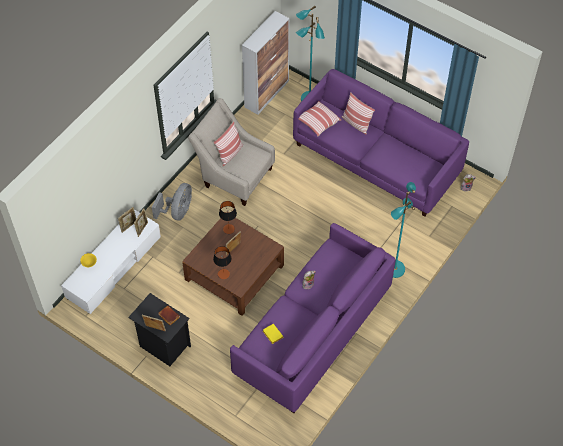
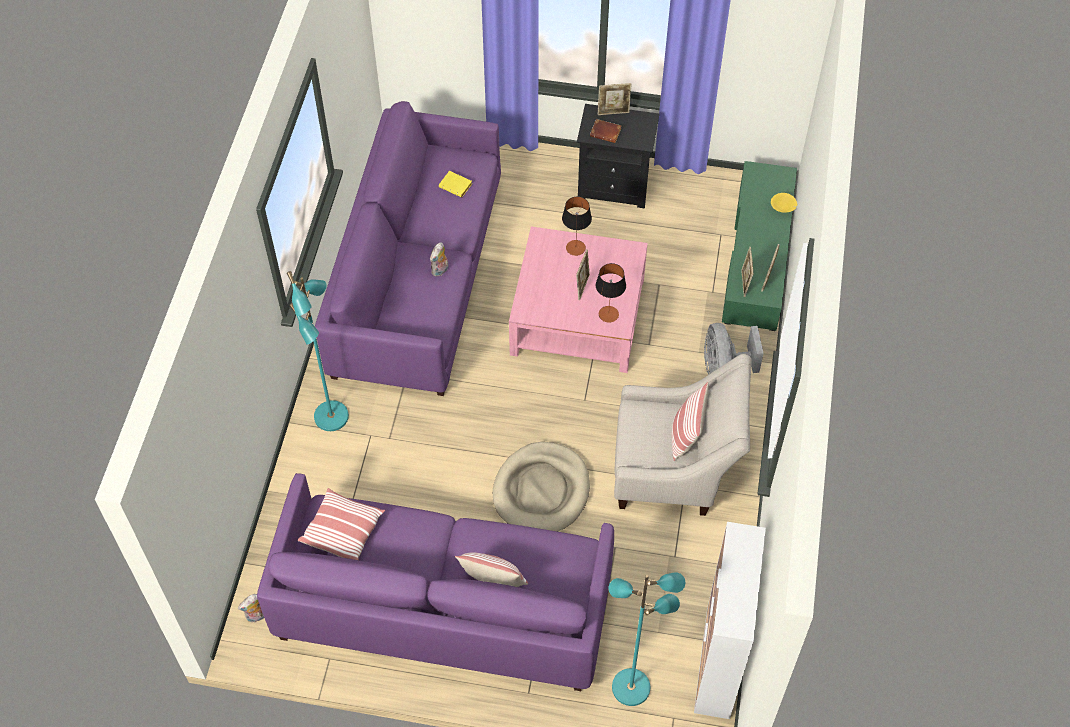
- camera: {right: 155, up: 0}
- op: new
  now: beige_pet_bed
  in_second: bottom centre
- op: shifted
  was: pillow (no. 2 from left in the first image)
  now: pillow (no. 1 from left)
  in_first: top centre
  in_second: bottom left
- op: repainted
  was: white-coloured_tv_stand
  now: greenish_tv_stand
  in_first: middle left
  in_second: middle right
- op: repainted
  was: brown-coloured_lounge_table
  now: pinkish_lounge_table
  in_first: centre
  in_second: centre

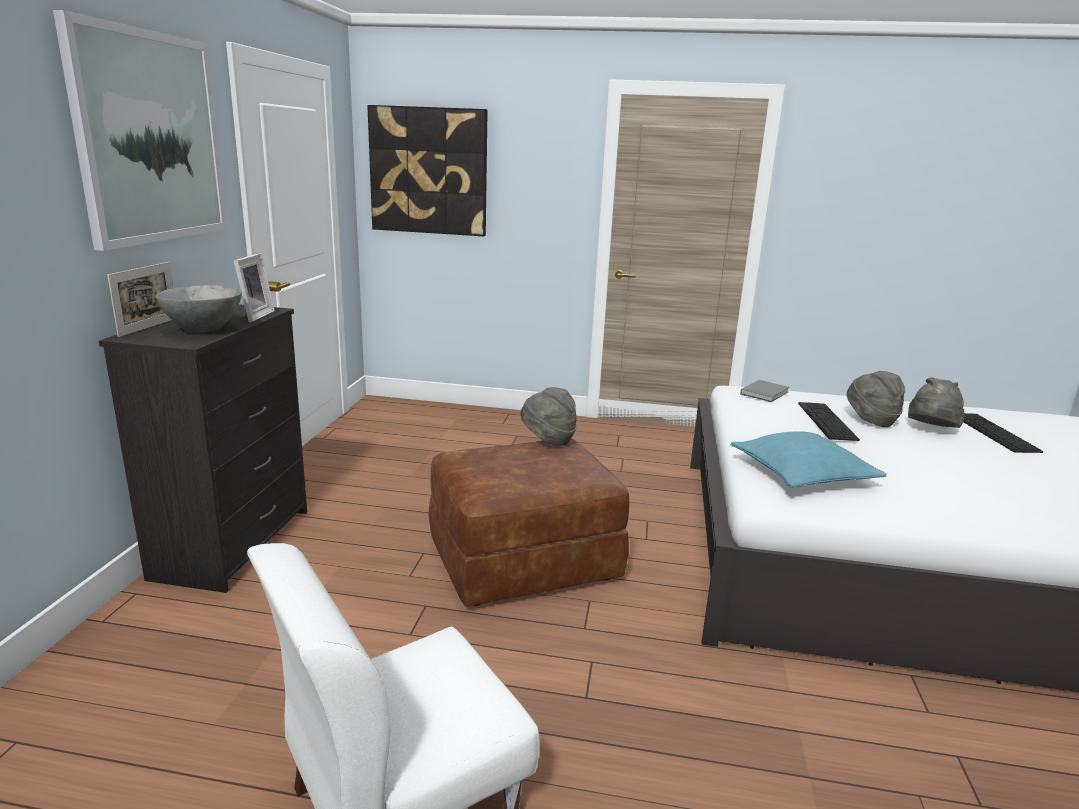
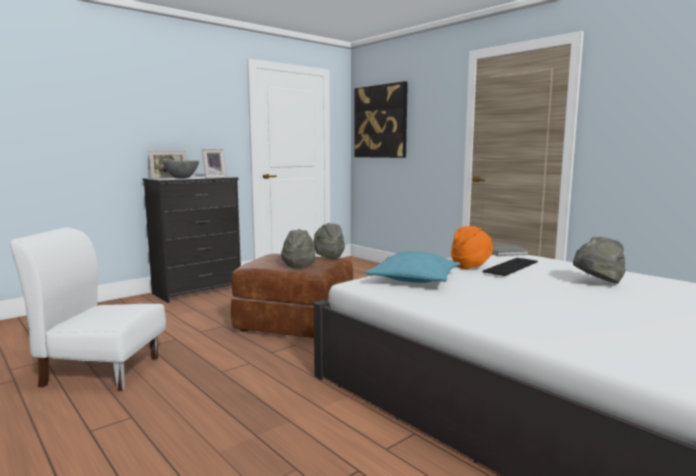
- camera: {right: 40, up: -10}
- op: gone
  was: picture (no. 1 from left)
  in_first: top left
- op: gone
  was: keyboard (no. 2 from left)
  in_first: middle right
- op: new
  now: orange-coloured_clothing_hat
  in_second: middle right
- op: shifted
  was: grey_clothing_hat (no. 2 from left in the first image)
  now: grey_clothing_hat (no. 1 from left)
  in_first: middle right
  in_second: centre

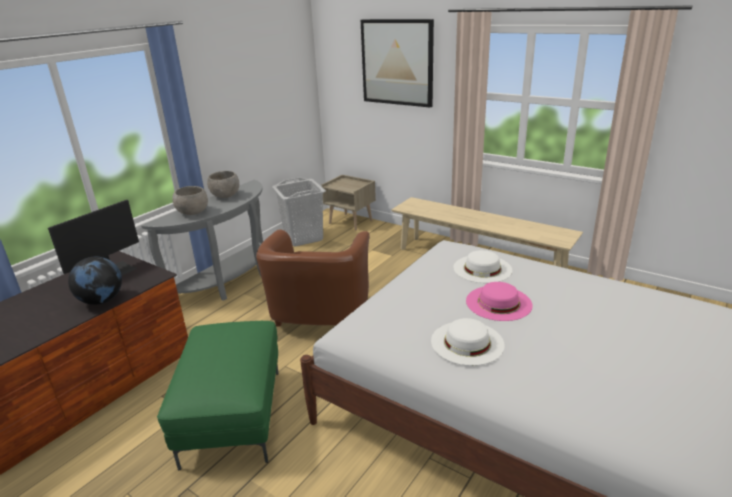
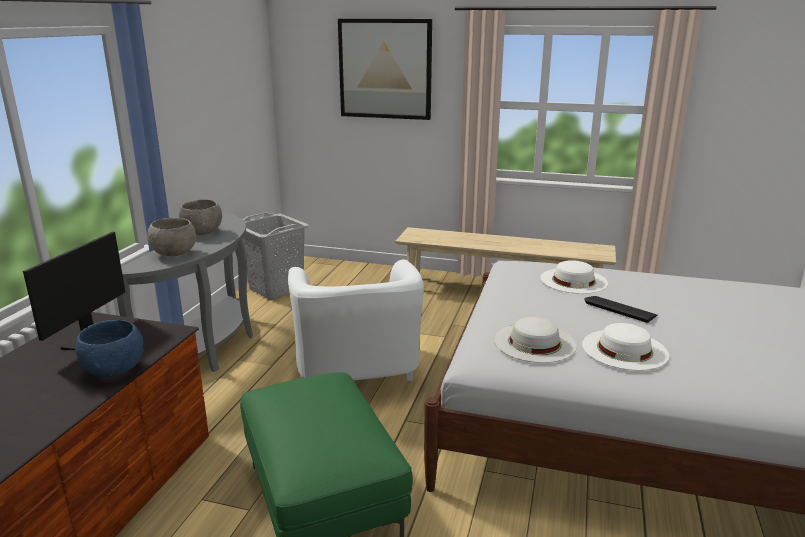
- camera: {right: -20, up: -5}
- op: gone
  was: beige_nightstand
  in_first: centre
- op: new
  now: white-coloured_clothing_hat (no. 1 from left)
  in_second: centre
- op: swapped
  was: globe
  now: blue_deep_dish
  in_first: middle left
  in_second: middle left
- op: swapped
  was: pinkish_clothing_hat
  now: keyboard
  in_first: middle right
  in_second: middle right
- op: repainted
  was: brown-coloured_easy_chair
  now: white-coloured_easy_chair
  in_first: centre
  in_second: centre

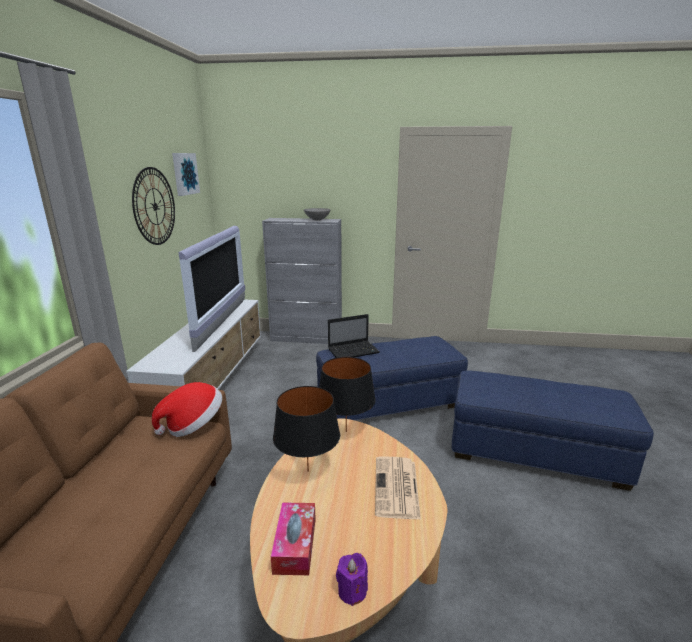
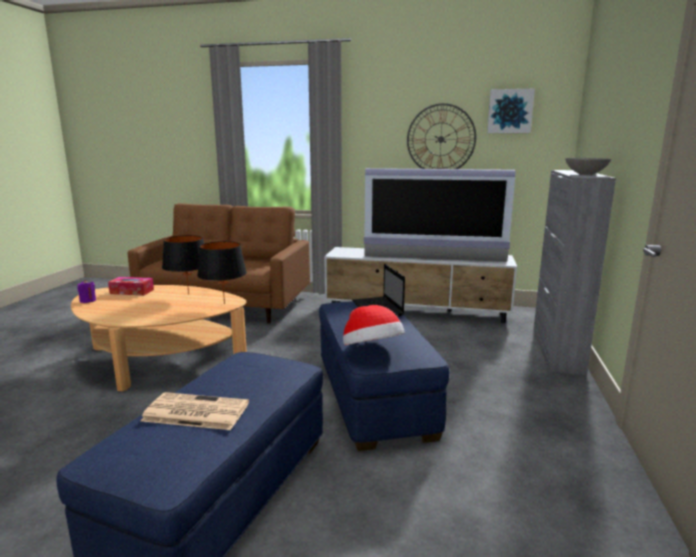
- camera: {right: 95, up: -5}
- op: shifted
  was: clothing_hat
  in_first: middle left
  in_second: centre
- op: shifted
  was: newspaper
  in_first: bottom centre
  in_second: bottom left

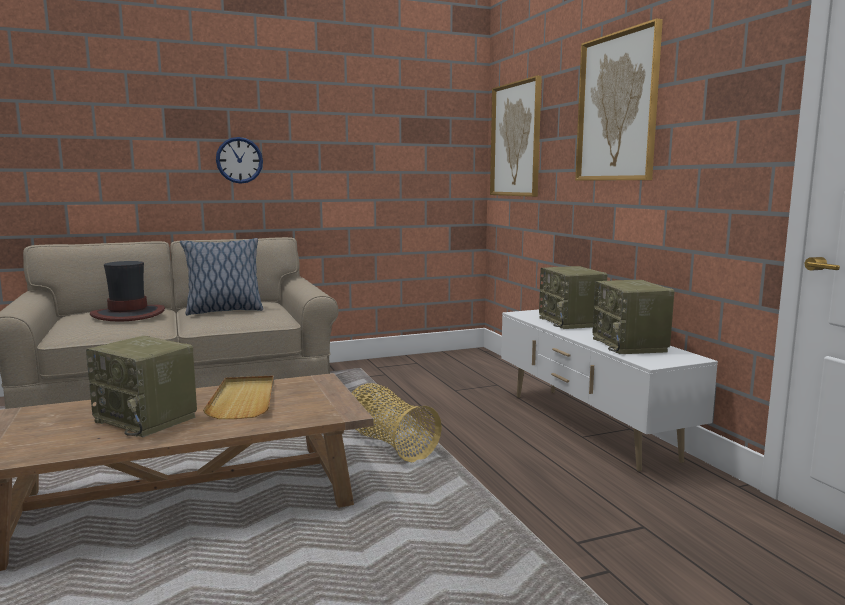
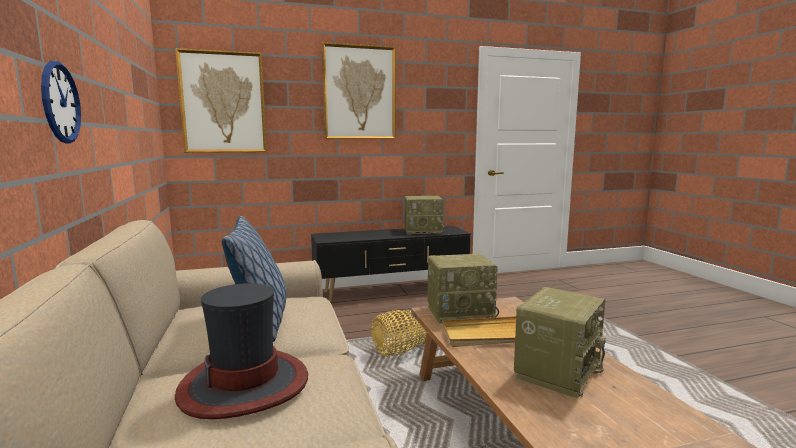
- camera: {right: -85, up: 0}
- op: shifted
  was: radio (no. 2 from left)
  in_first: middle right
  in_second: centre
- op: repainted
  was: white-coloured_tv_stand
  now: black_tv_stand
  in_first: middle right
  in_second: centre

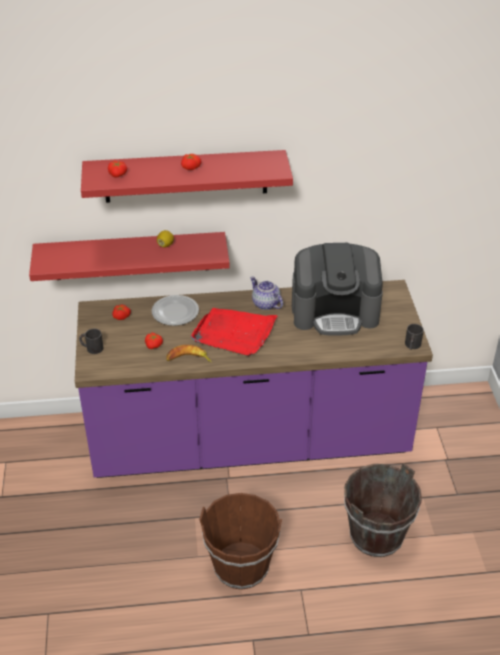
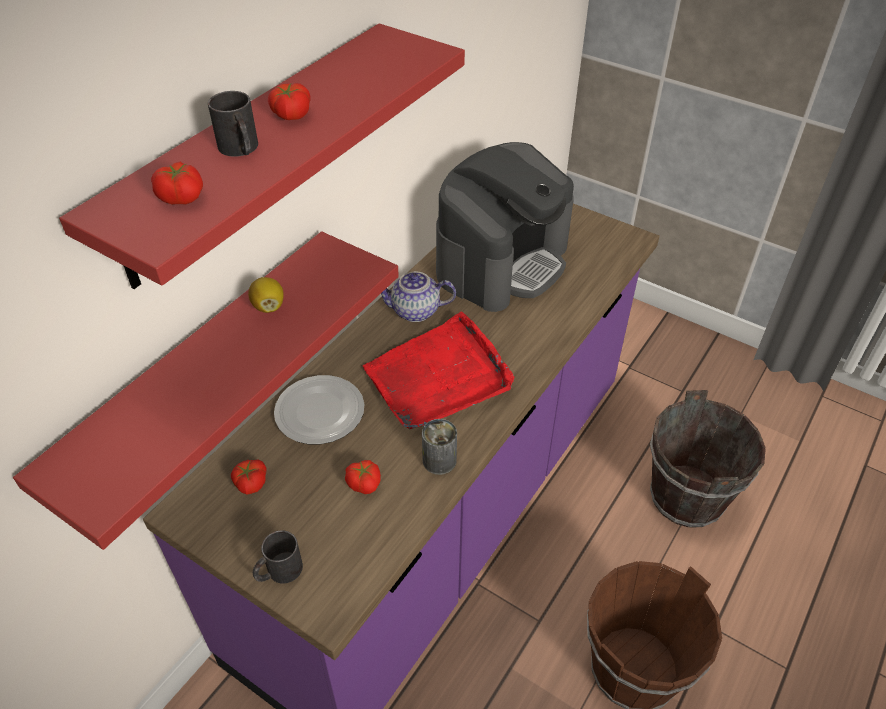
- camera: {right: -50, up: 5}
- op: shifted
  was: black_coffee_mug (no. 2 from left in the first image)
  now: black_coffee_mug (no. 1 from left)
  in_first: middle right
  in_second: top left
- op: swapped
  was: banana
  now: can
  in_first: centre
  in_second: centre

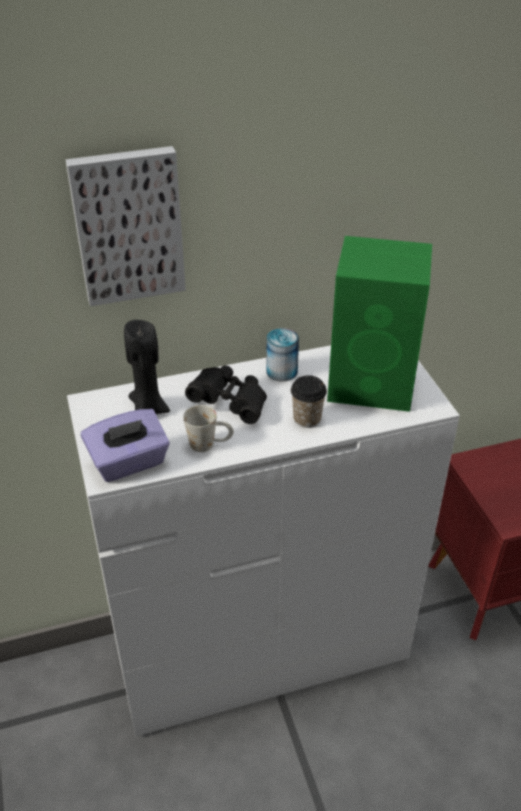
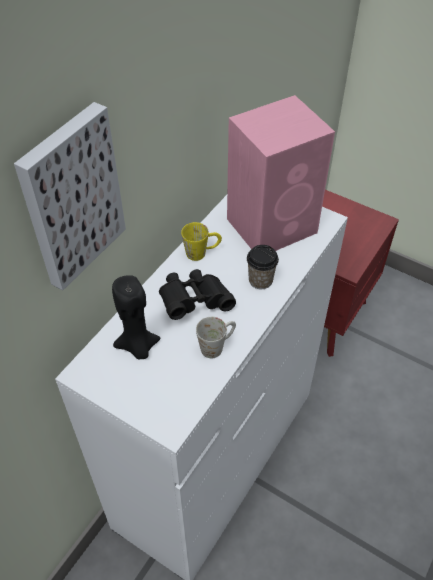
- camera: {right: -40, up: 10}
- op: gone
  was: purplish_tissue_holder
  in_first: middle left
- op: swapped
  was: can
  now: yellow_coffee_mug
  in_first: centre
  in_second: centre
- op: repainted
  was: greenish_audio_speaker
  now: pinkish_audio_speaker
  in_first: middle right
  in_second: top centre

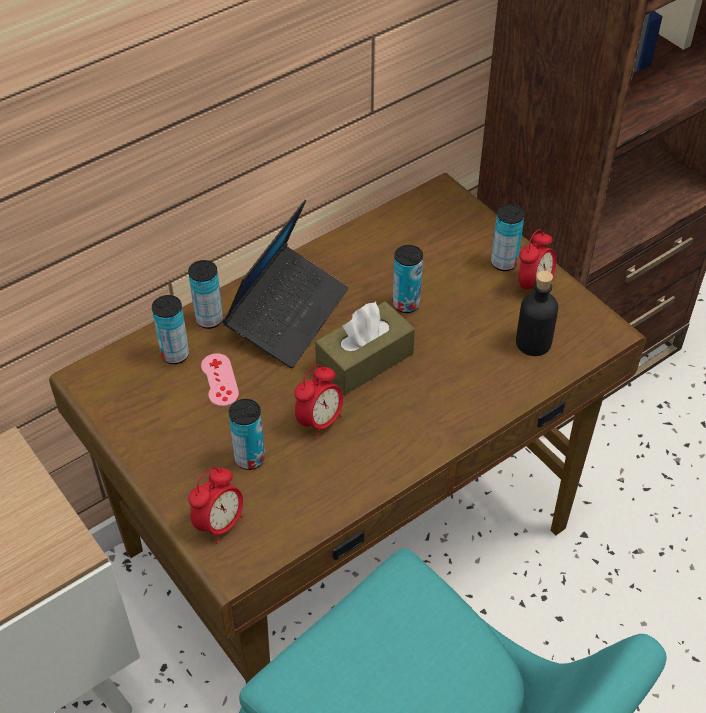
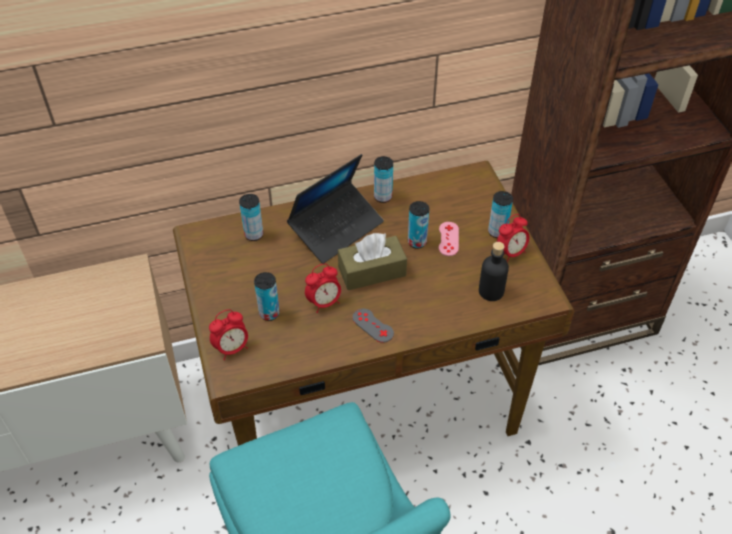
- camera: {right: 20, up: 0}
- op: new
  now: grey_gamepad
  in_second: centre
- op: shifted
  was: can (no. 2 from left in the first image)
  now: can (no. 3 from left)
  in_first: middle left
  in_second: centre
- op: shifted
  was: pinkish_gamepad
  in_first: middle left
  in_second: centre

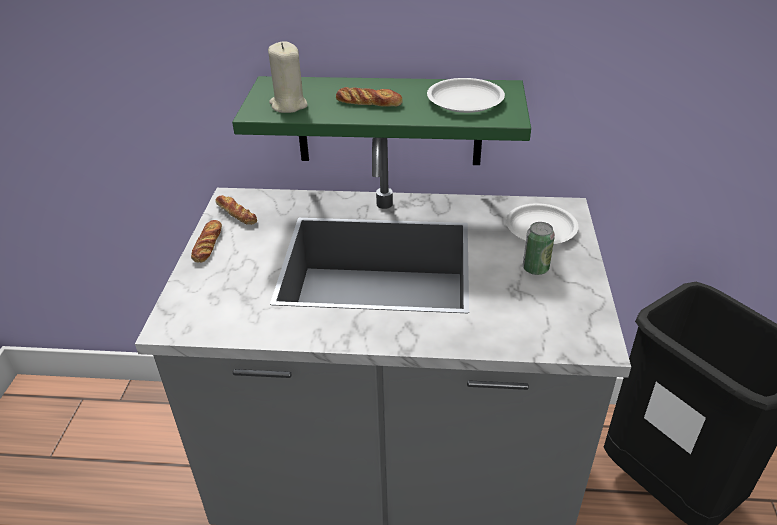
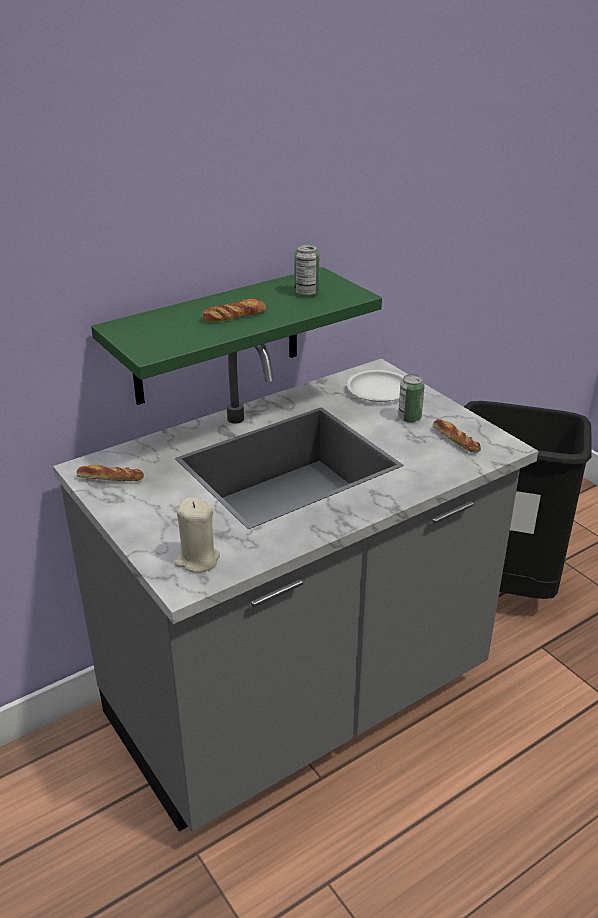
- camera: {right: -40, up: -5}
- op: shifted
  was: baked_bread (no. 1 from left in the first image)
  now: baked_bread (no. 3 from left)
  in_first: middle left
  in_second: middle right
- op: shifted
  was: beige_wax_light
  in_first: top centre
  in_second: middle left
- op: swapped
  was: white-coloured_dinner_plate (no. 1 from left)
  now: can (no. 1 from left)
  in_first: top centre
  in_second: top centre

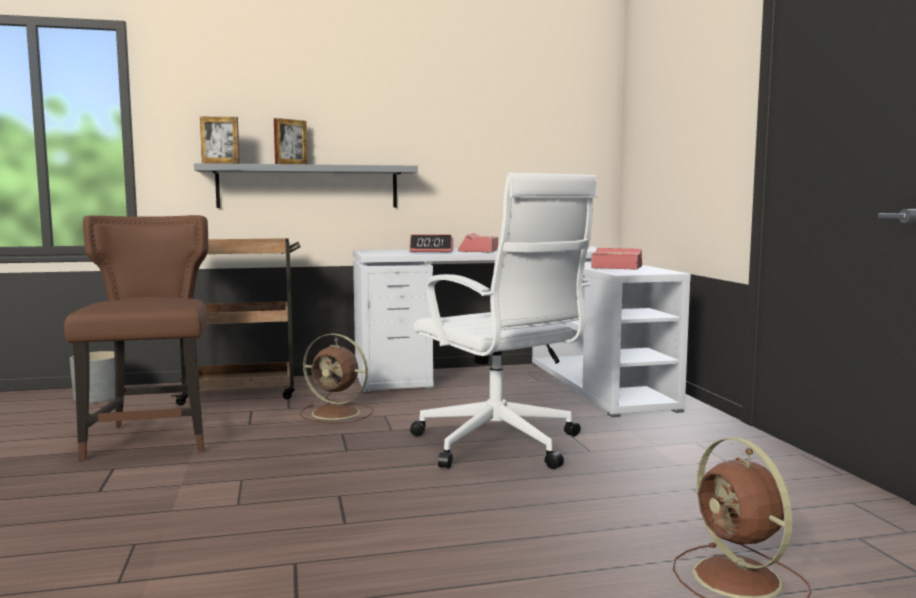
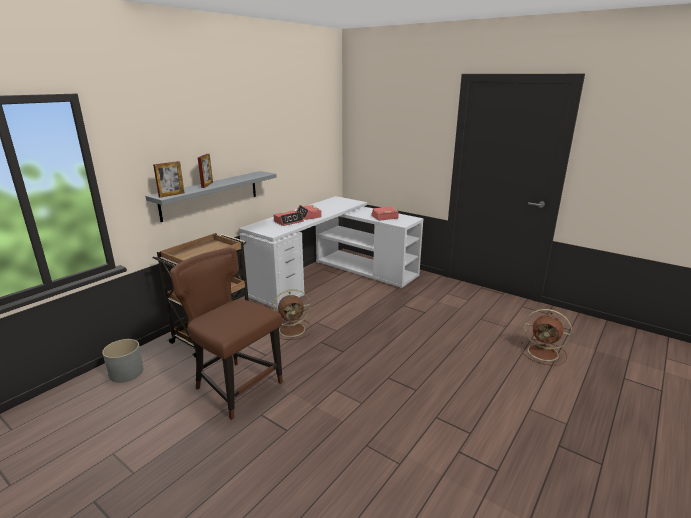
- camera: {right: -40, up: 15}
- op: gone
  was: white-coloured_computer_chair
  in_first: centre

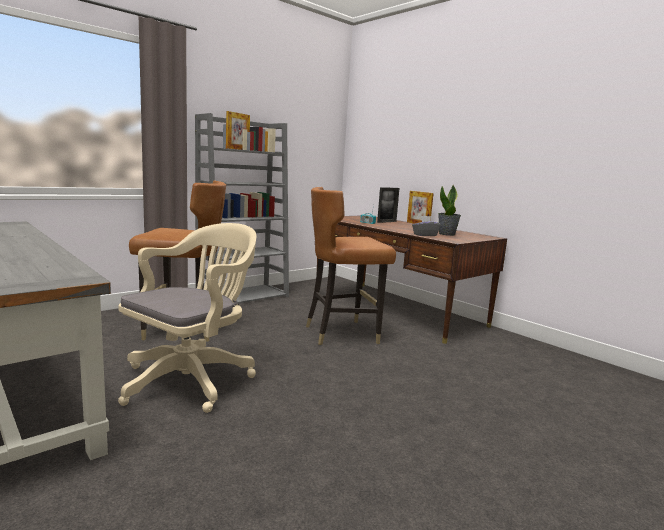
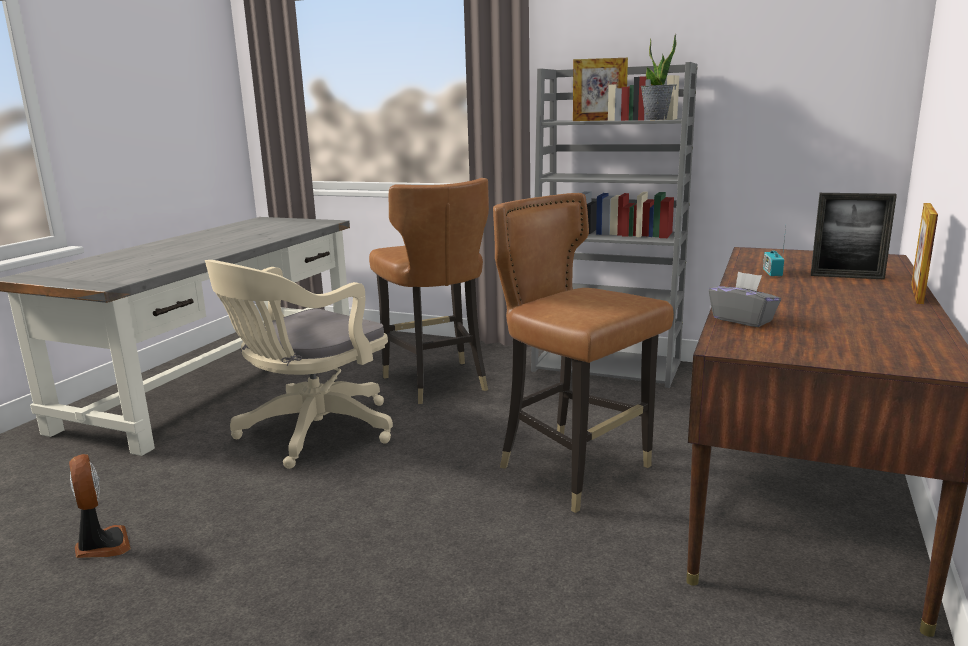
- camera: {right: 65, up: 5}
- op: new
  now: cooling_fan
  in_second: bottom left
- op: shifted
  was: houseplant
  in_first: middle right
  in_second: top right
- op: rotated
  was: beige_computer_chair
  in_first: middle left
  in_second: middle left
  clockwise: 120

